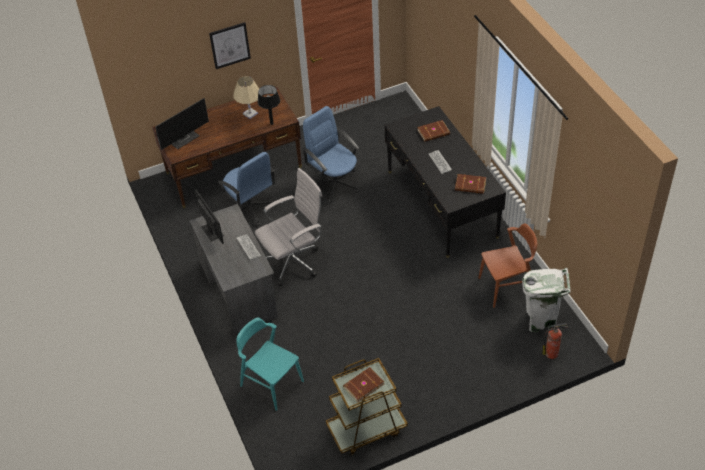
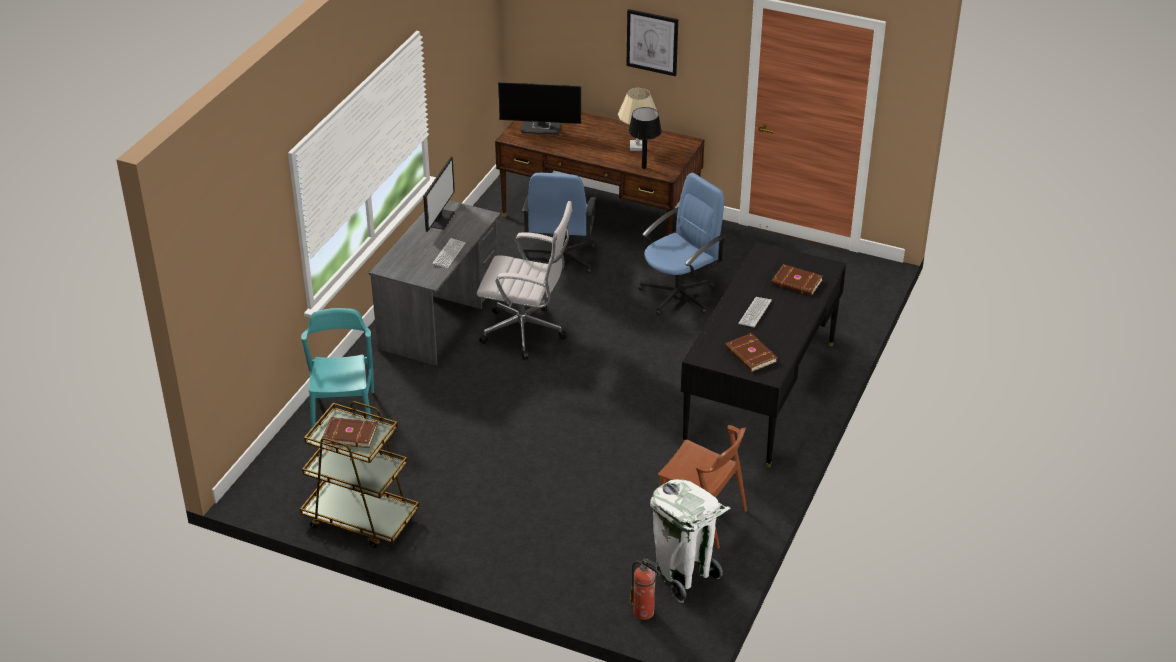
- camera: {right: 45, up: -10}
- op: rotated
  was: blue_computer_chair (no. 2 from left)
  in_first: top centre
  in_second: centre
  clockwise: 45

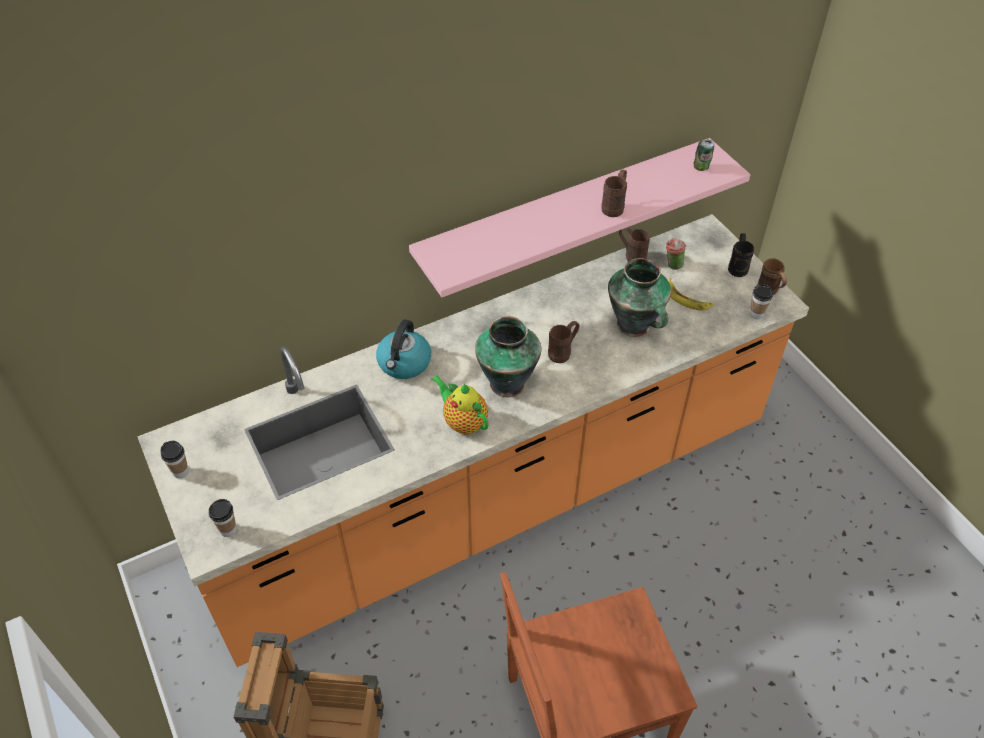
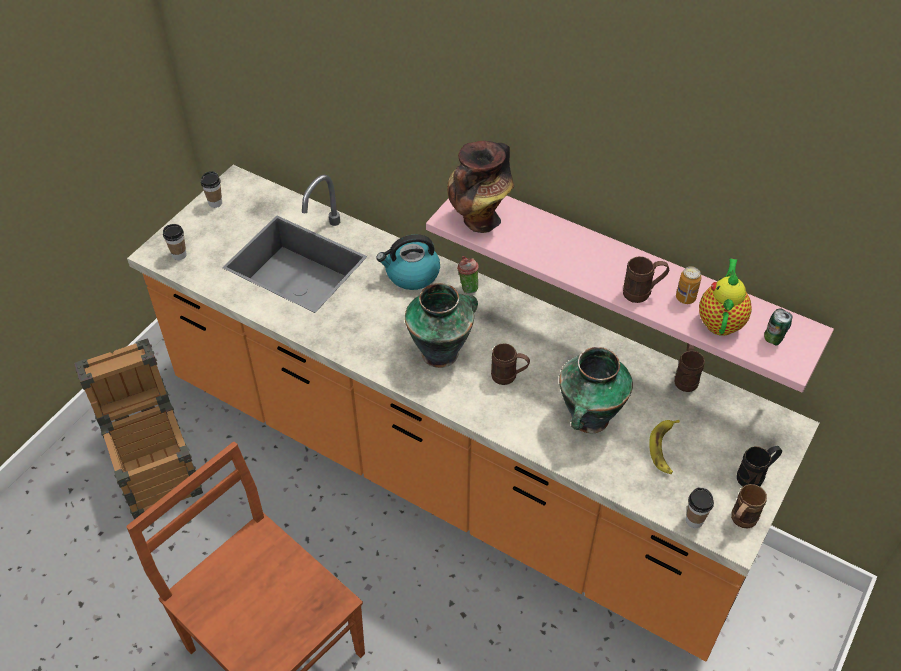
- camera: {right: 60, up: 0}
- op: new
  now: flower_vase (no. 2 from left)
  in_second: top centre
- op: new
  now: can (no. 1 from left)
  in_second: middle right
- op: shifted
  was: teapot
  in_first: centre
  in_second: middle right
- op: shifted
  was: small_cup (no. 3 from left)
  in_first: middle right
  in_second: centre

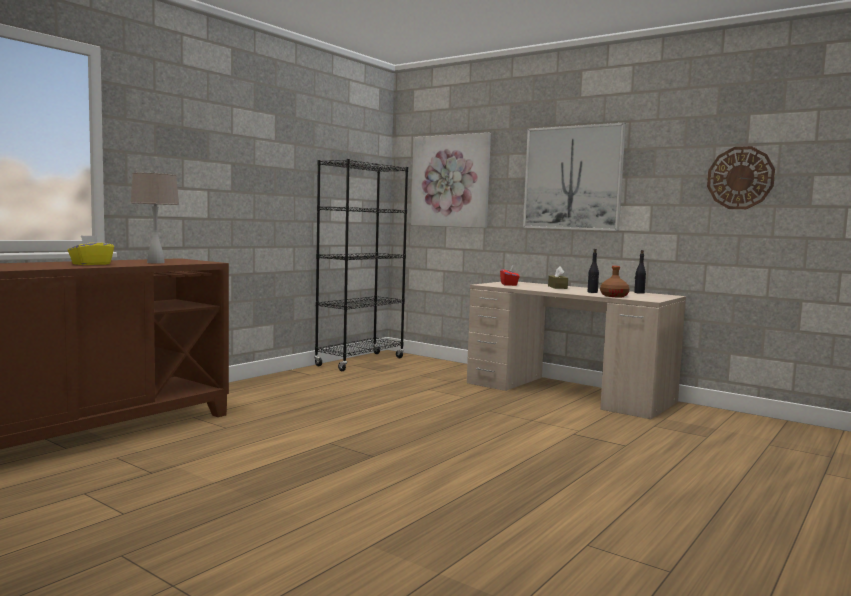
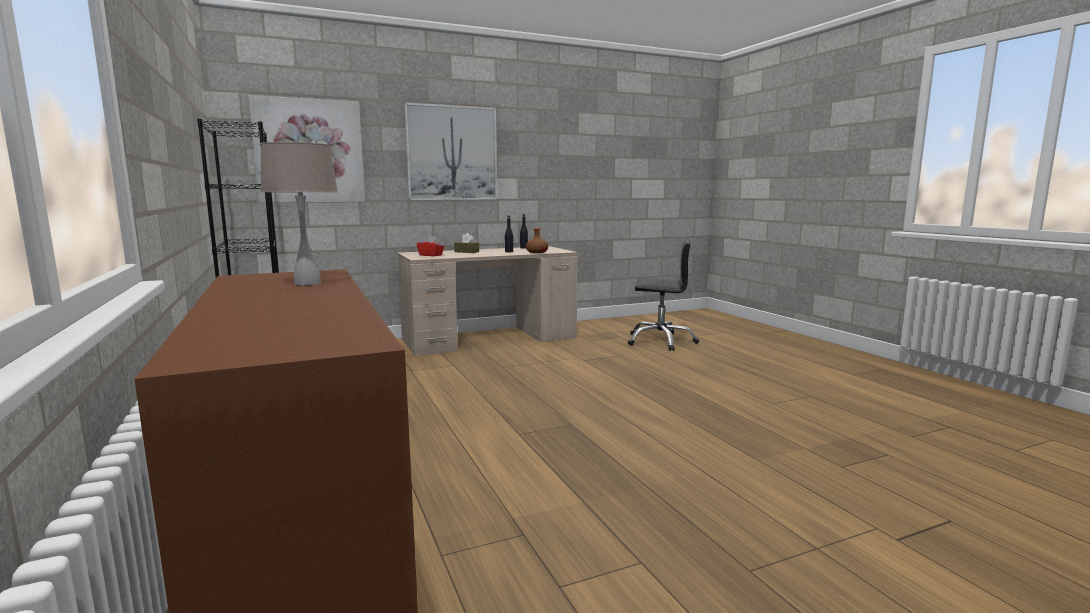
- camera: {right: -60, up: 5}
- op: gone
  was: yellow_tissue_holder
  in_first: middle left
- op: gone
  was: clock_on_the_wall
  in_first: top right
- op: new
  now: black_computer_chair
  in_second: centre

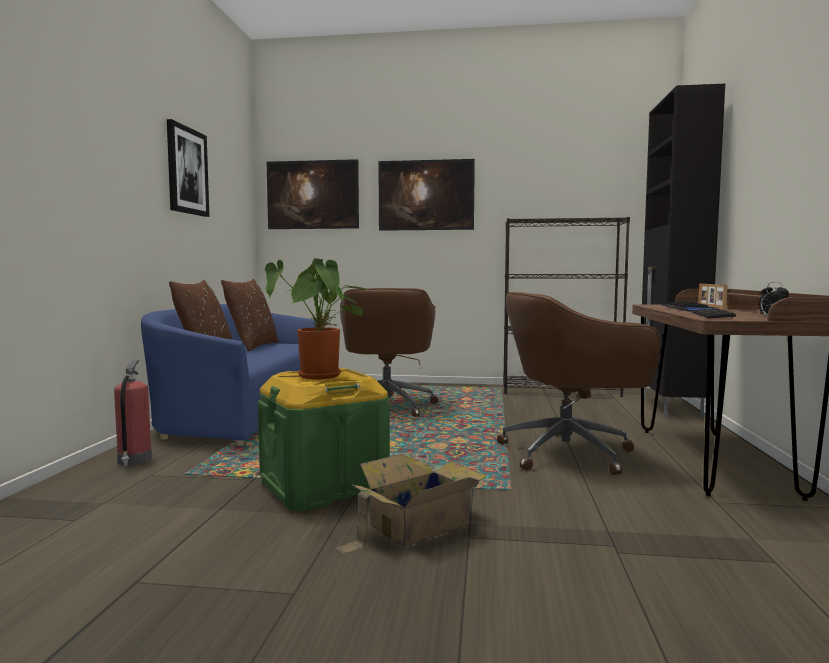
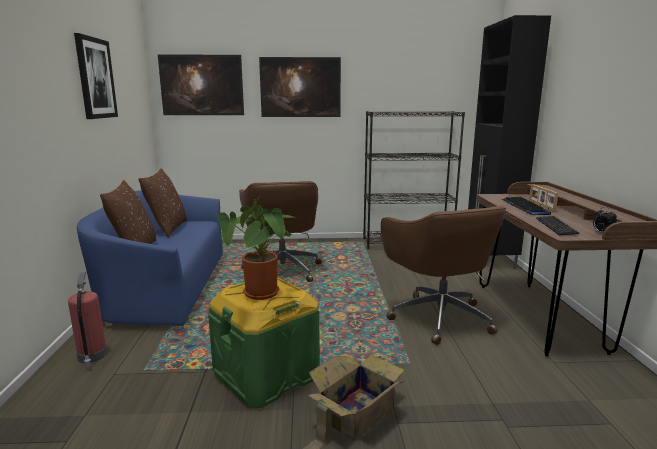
- camera: {right: -10, up: 10}
- op: rotated
  was: brown-coloured_computer_chair (no. 2 from left)
  in_first: middle right
  in_second: middle right
  clockwise: -90

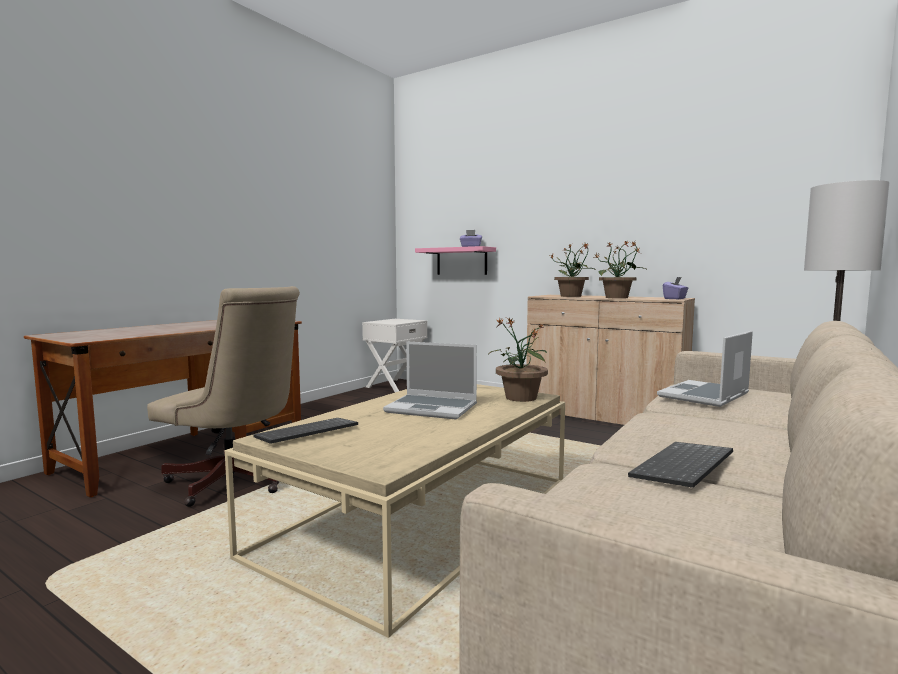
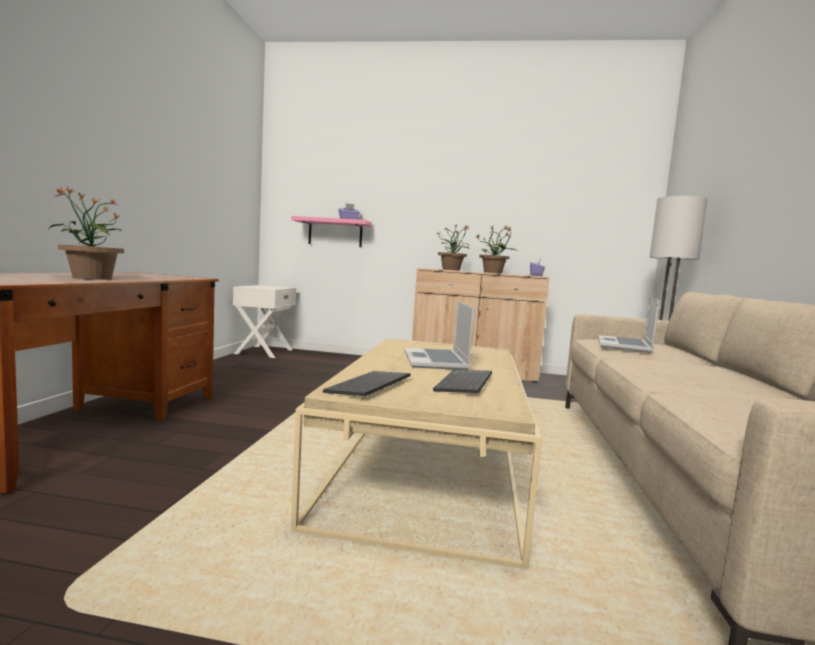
- camera: {right: -25, up: 0}
- op: gone
  was: beige_computer_chair
  in_first: middle left
- op: shifted
  was: houseplant (no. 1 from left)
  in_first: centre
  in_second: middle left
- op: shifted
  was: keyboard (no. 2 from left)
  in_first: bottom right
  in_second: centre
- op: rotated
  was: notebook_computer (no. 1 from left)
  in_first: centre
  in_second: centre
  clockwise: 90

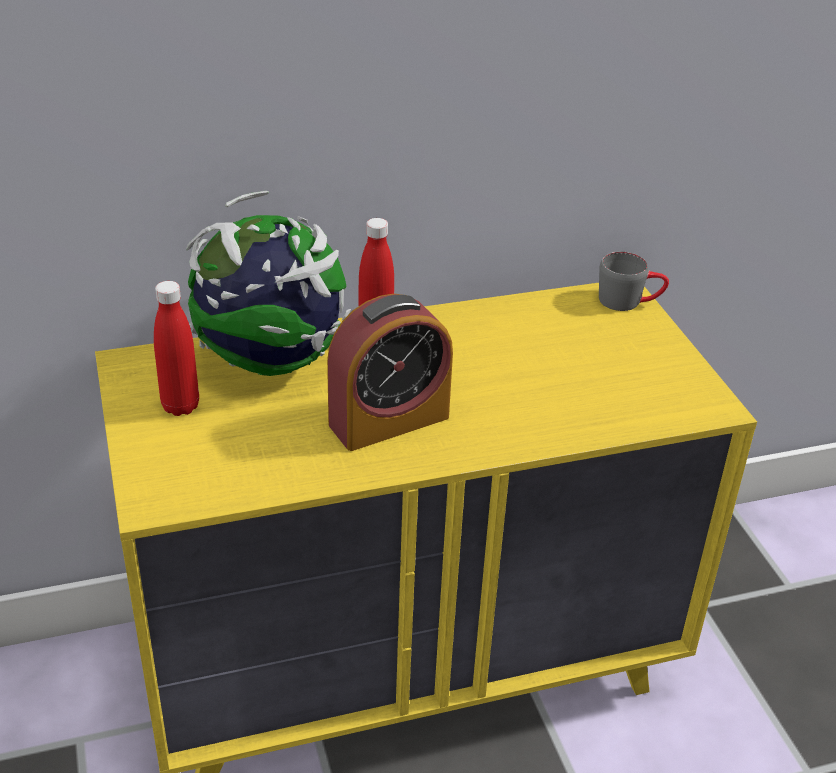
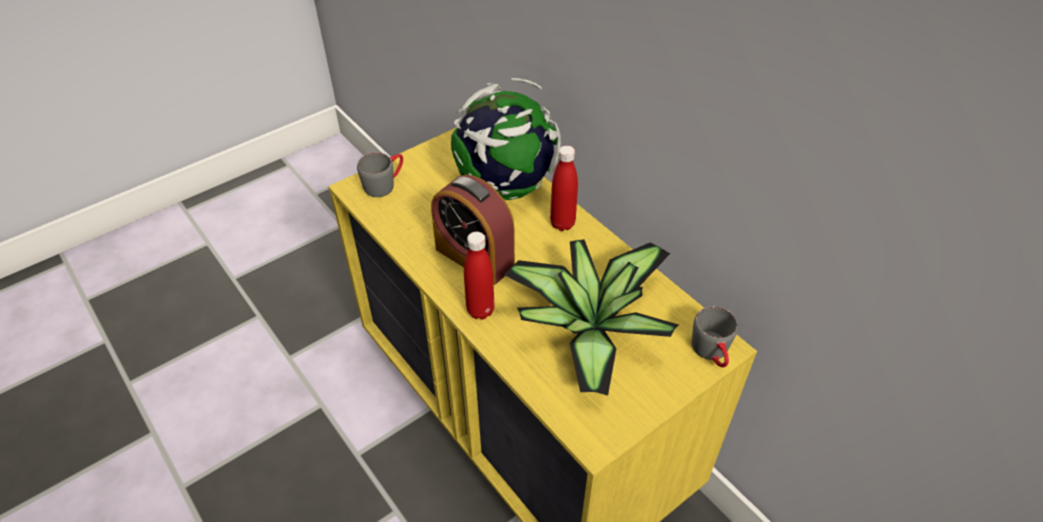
- camera: {right: 70, up: 10}
- op: new
  now: grey_coffee_mug (no. 1 from left)
  in_second: centre
- op: new
  now: houseplant
  in_second: centre
- op: shifted
  was: reddish_beverage_bottle (no. 1 from left)
  in_first: middle left
  in_second: centre

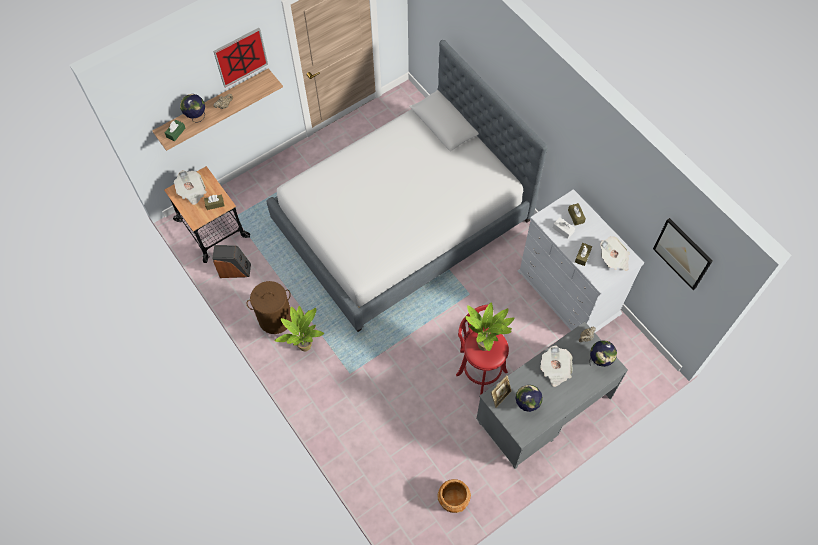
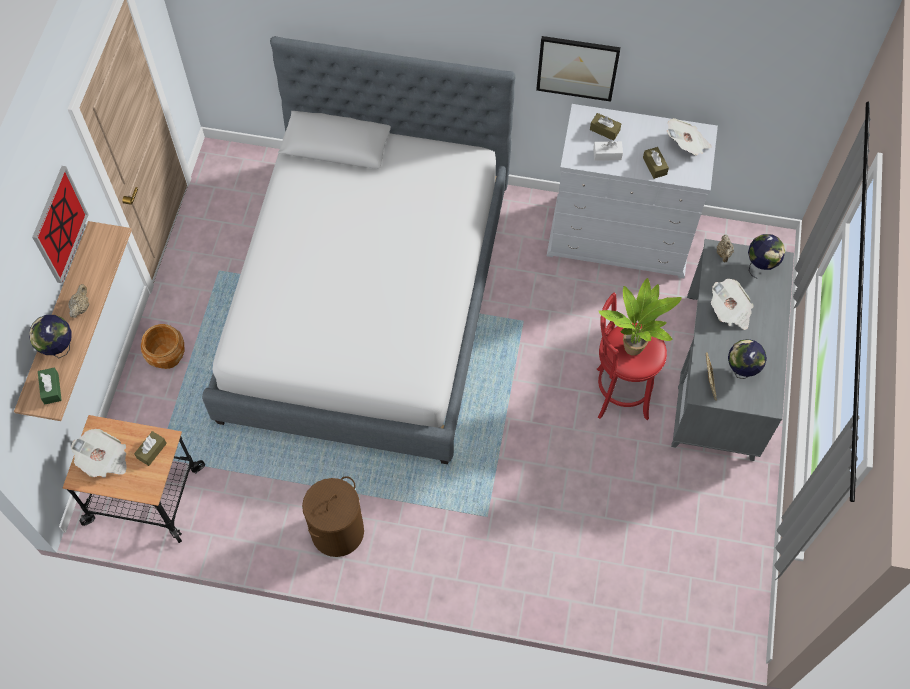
- camera: {right: -45, up: 0}
- op: gone
  was: audio_speaker
  in_first: middle left
- op: gone
  was: houseplant (no. 1 from left)
  in_first: centre
- op: shifted
  was: brown-coloured_flower_pot
  in_first: bottom centre
  in_second: middle left
- op: shifted
  was: picture (no. 2 from left)
  in_first: middle right
  in_second: top centre

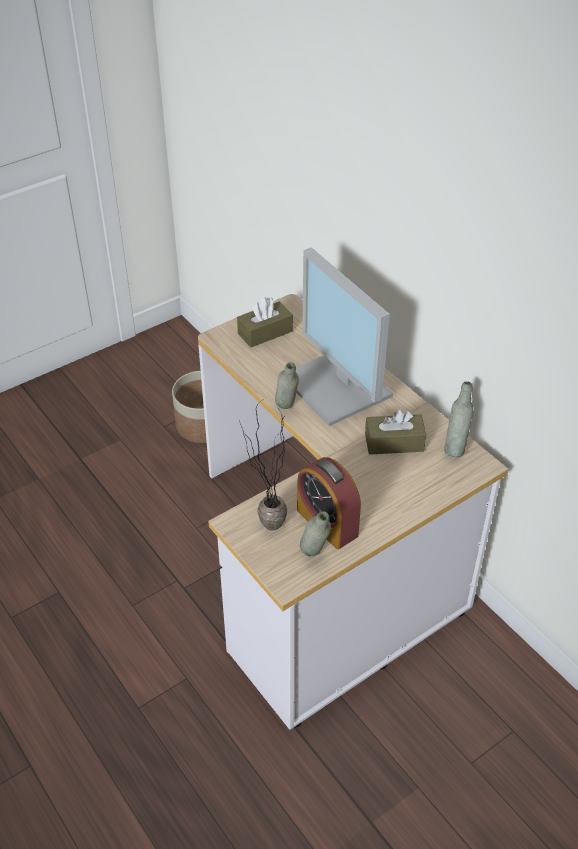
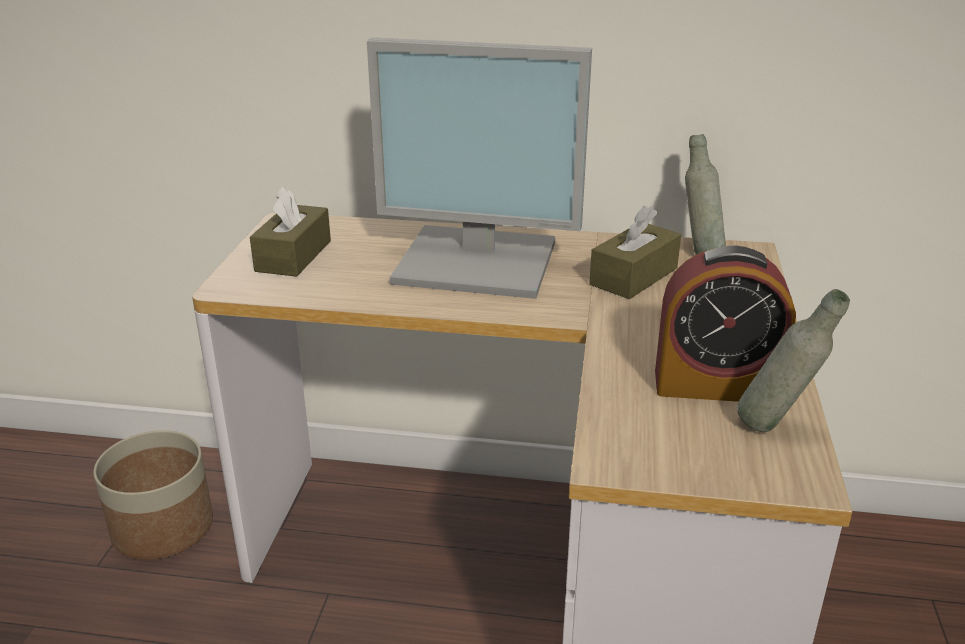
- camera: {right: -45, up: -15}
- op: gone
  was: houseplant
  in_first: centre
- op: gone
  was: grey_beverage_bottle (no. 1 from left)
  in_first: centre

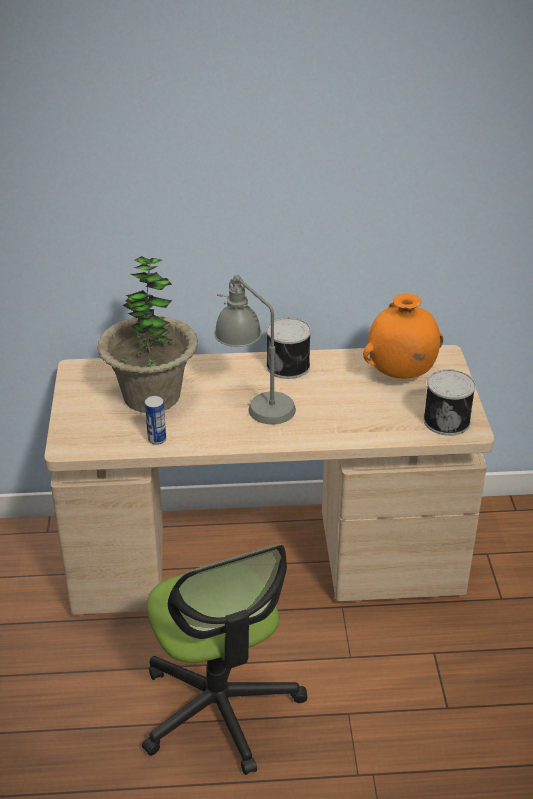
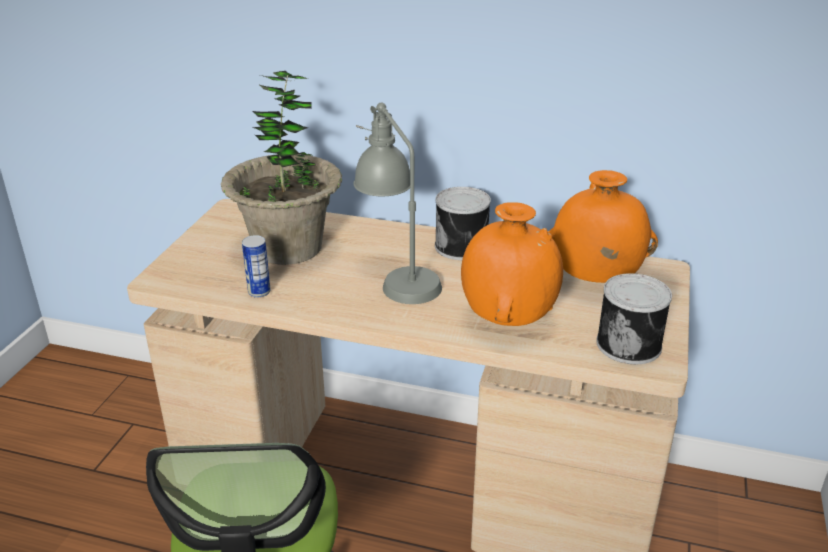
- camera: {right: 20, up: -5}
- op: new
  now: orange-coloured_flower_vase (no. 1 from left)
  in_second: centre

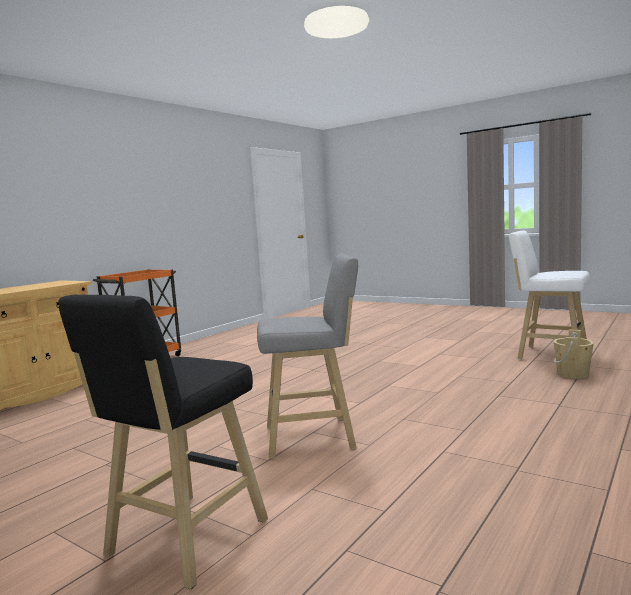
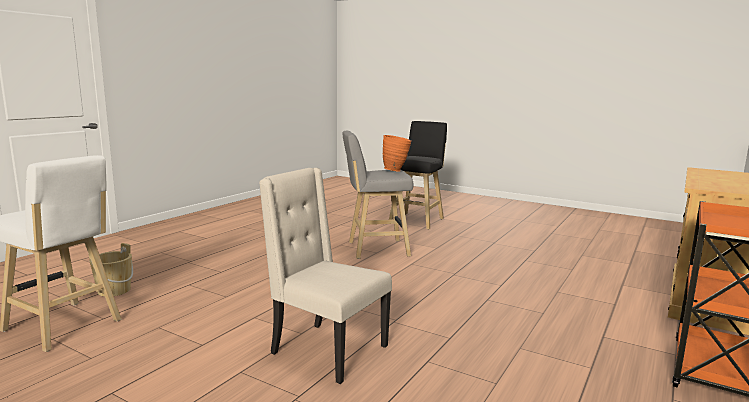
- camera: {right: 175, up: 5}
- op: new
  now: beige_plain_chair
  in_second: bottom centre
- op: new
  now: orange-coloured_flower_vase
  in_second: centre

